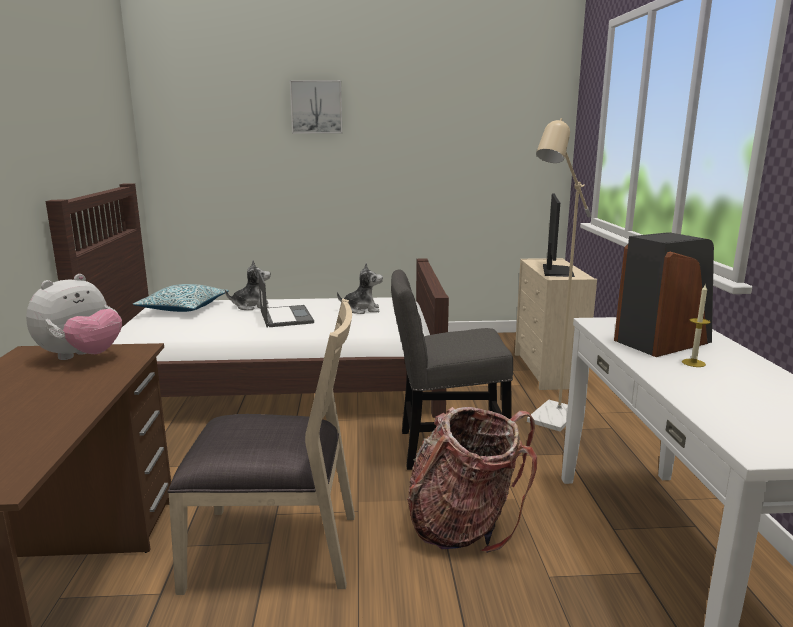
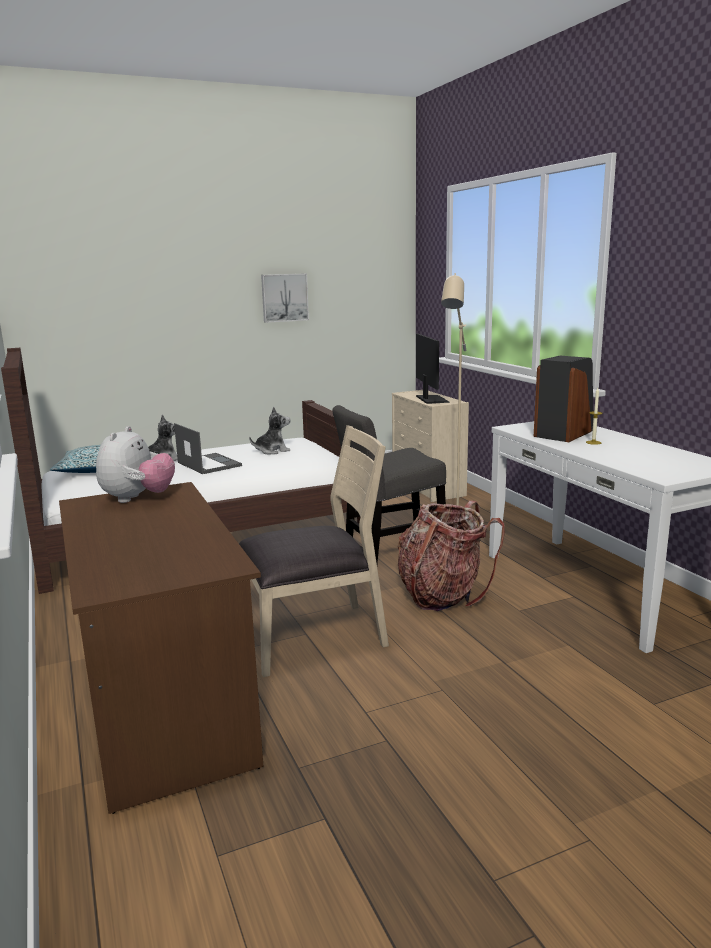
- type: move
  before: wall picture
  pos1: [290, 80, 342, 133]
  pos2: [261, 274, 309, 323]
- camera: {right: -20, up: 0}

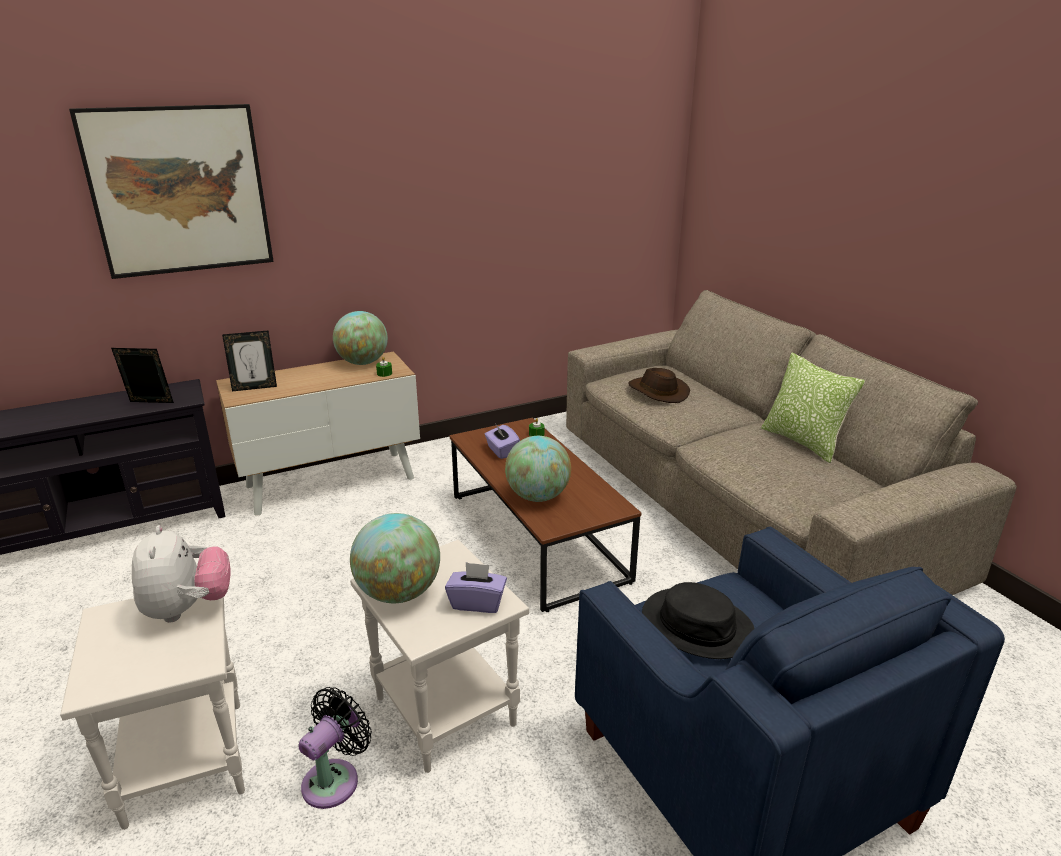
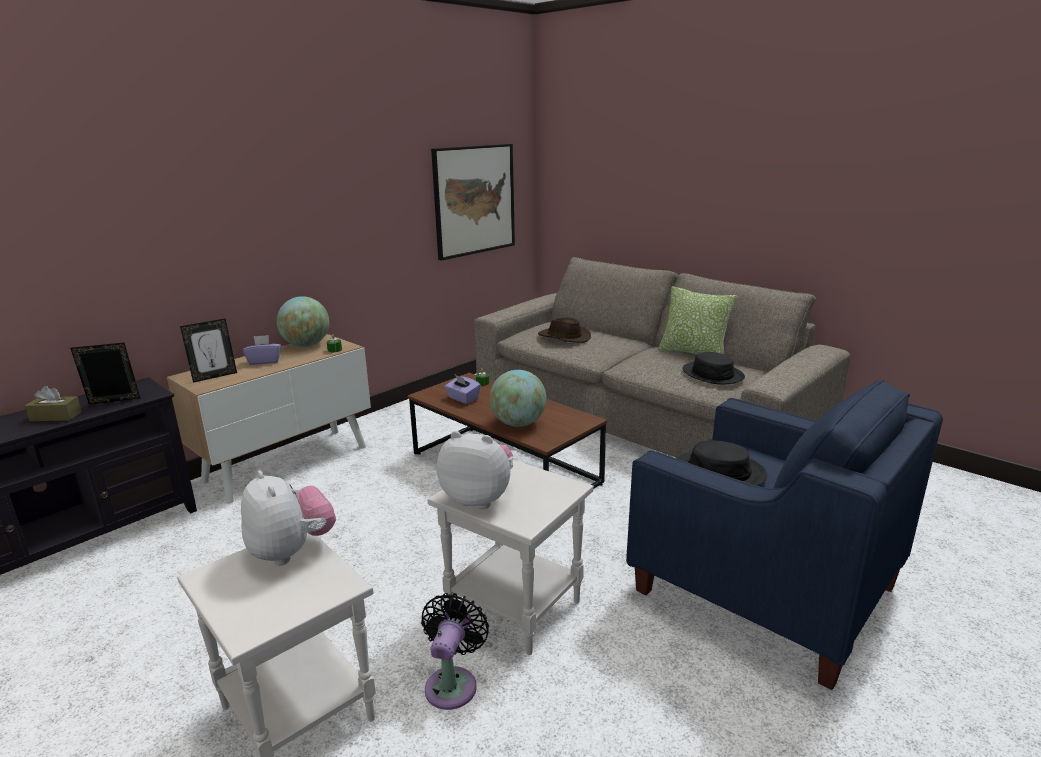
- type: move
  before: wall picture
  pos1: [69, 104, 274, 279]
  pos2: [431, 144, 515, 261]
- type: replace
  before: desk globe
  after: plush toy
  pos1: [350, 513, 440, 603]
  pos2: [437, 431, 513, 509]
- type: move
  before: purplish tissue box
  pos1: [445, 562, 507, 613]
  pos2: [243, 335, 281, 365]
- type: insert
  after: black-coloured wearable hat
  pos2: [682, 352, 745, 385]
- type: insert
  after: brown tissue box
  pos2: [25, 386, 82, 422]
- camera: {right: -20, up: -5}

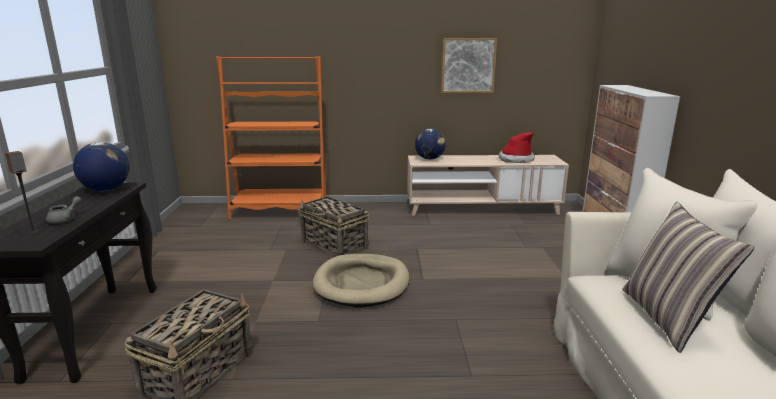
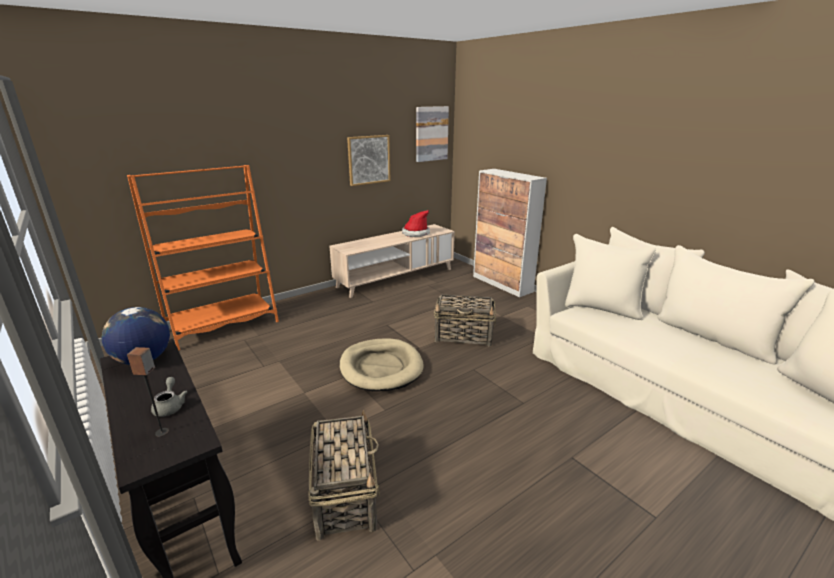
- type: delete
  before: desk globe
  pos1: [415, 129, 446, 160]
- type: move
  before: basket
  pos1: [298, 196, 369, 256]
  pos2: [434, 294, 496, 347]
- type: delete
  before: throw pillow
  pos1: [623, 202, 754, 353]
- type: insert
  after: wall picture
  pos2: [416, 106, 449, 162]
- camera: {right: -35, up: 5}

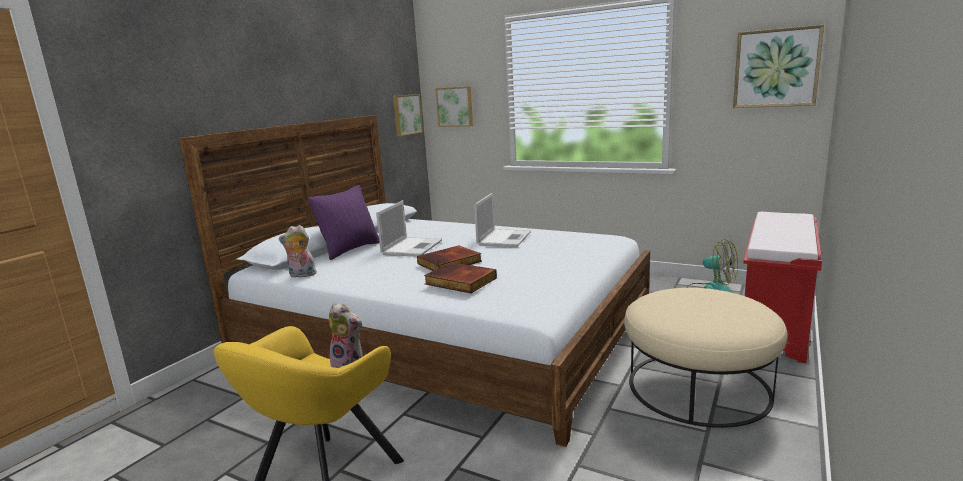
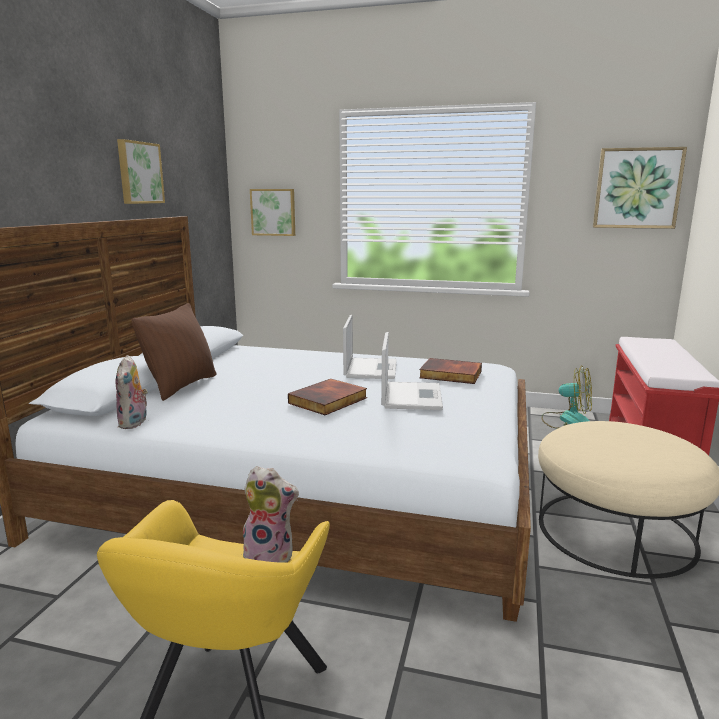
- type: move
  before: wall picture
  pos1: [393, 94, 423, 136]
  pos2: [117, 139, 165, 204]
- type: recolor
  before: purplish throw pillow
  after: brown throw pillow
  pos1: [308, 185, 379, 260]
  pos2: [131, 303, 217, 401]
- type: move
  before: portable computer
  pos1: [376, 200, 442, 257]
  pos2: [381, 332, 443, 410]
- type: rotate
  before: plush toy
  pos1: [279, 225, 317, 277]
  pos2: [115, 355, 148, 429]
  turn: -75
- type: move
  before: bound book
  pos1: [424, 262, 497, 293]
  pos2: [419, 358, 482, 384]
- camera: {right: -15, up: 0}

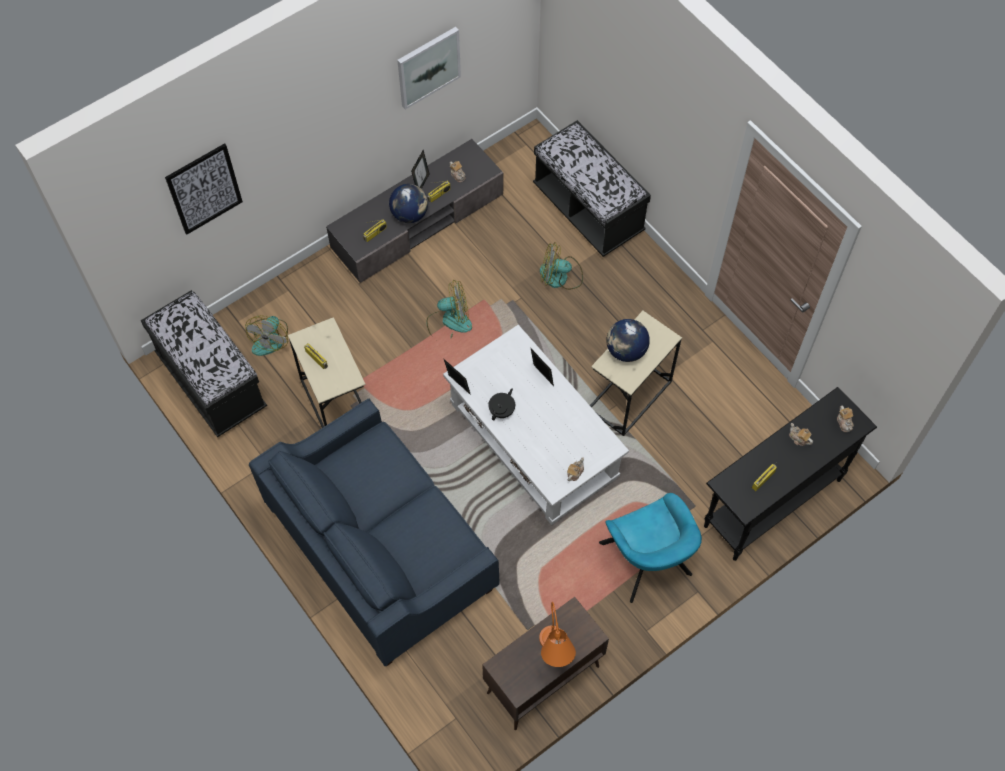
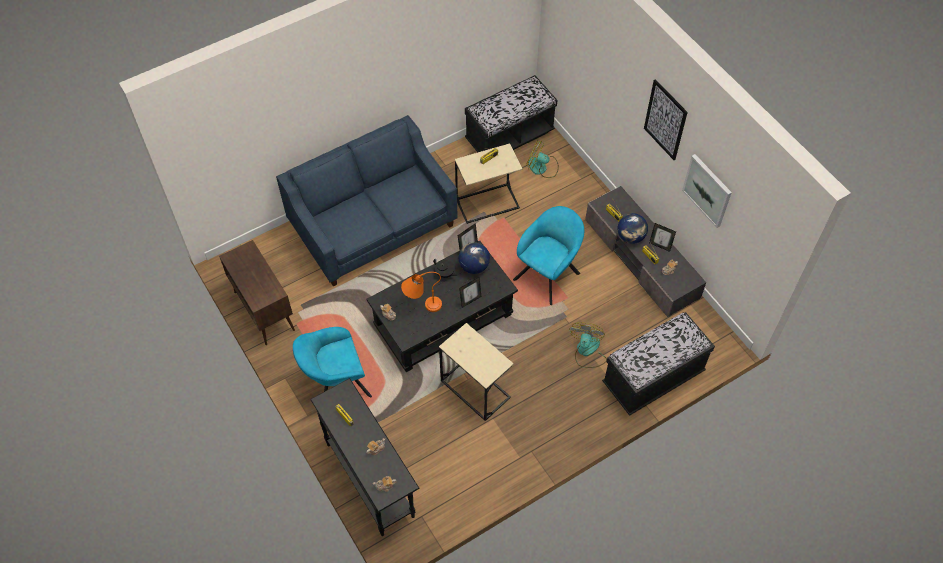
- type: move
  before: wall picture
  pos1: [165, 143, 243, 235]
  pos2: [644, 79, 688, 160]
- type: replace
  before: fan
  after: blue-green easy chair
  pos1: [426, 280, 472, 340]
  pos2: [513, 206, 584, 305]
- type: move
  before: desk globe
  pos1: [606, 319, 650, 362]
  pos2: [459, 242, 490, 274]
- type: recolor
  before: white coffee table
  after: black-coloured coffee table
  pos1: [443, 325, 629, 525]
  pos2: [367, 240, 518, 372]
- type: move
  before: orange tabletop lamp
  pos1: [539, 602, 576, 667]
  pos2: [401, 272, 442, 312]
- camera: {right: 95, up: -5}

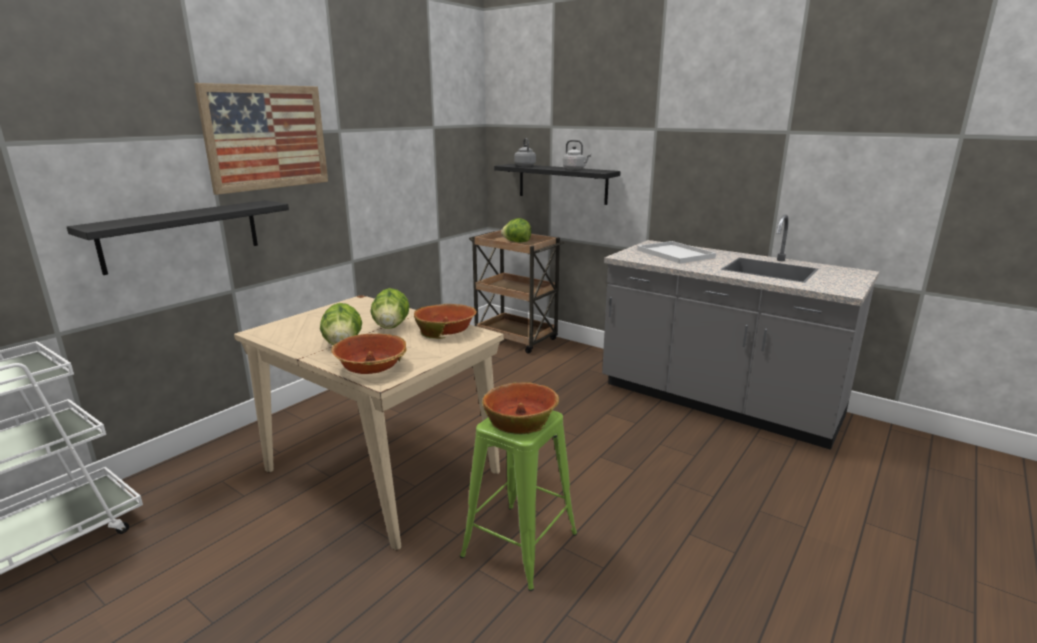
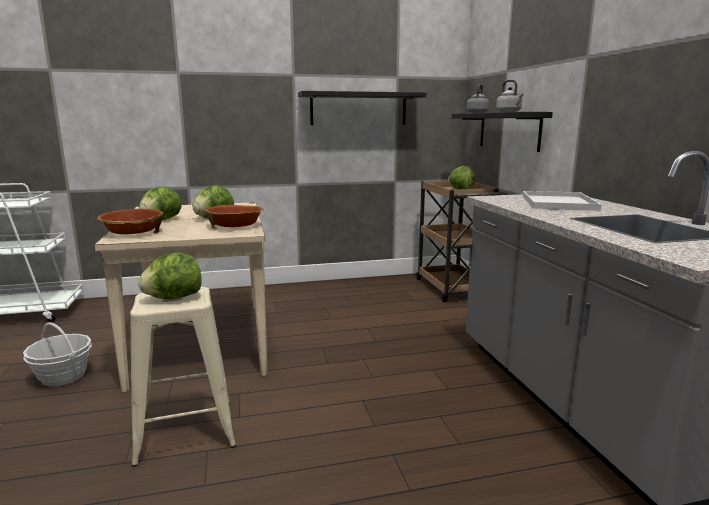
- type: delete
  before: wall picture
  pos1: [194, 83, 328, 195]
- type: move
  before: black-coloured shelf
  pos1: [67, 200, 289, 275]
  pos2: [298, 91, 426, 125]
- type: replace
  before: serving bowl
  after: head of lettuce
  pos1: [482, 382, 559, 435]
  pos2: [138, 253, 202, 299]
- type: recolor
  before: green-coloured stool
  after: beige stool
  pos1: [460, 411, 578, 591]
  pos2: [130, 287, 236, 467]
- type: insert
  after: basket
  pos2: [23, 322, 92, 386]
- camera: {right: 40, up: -5}

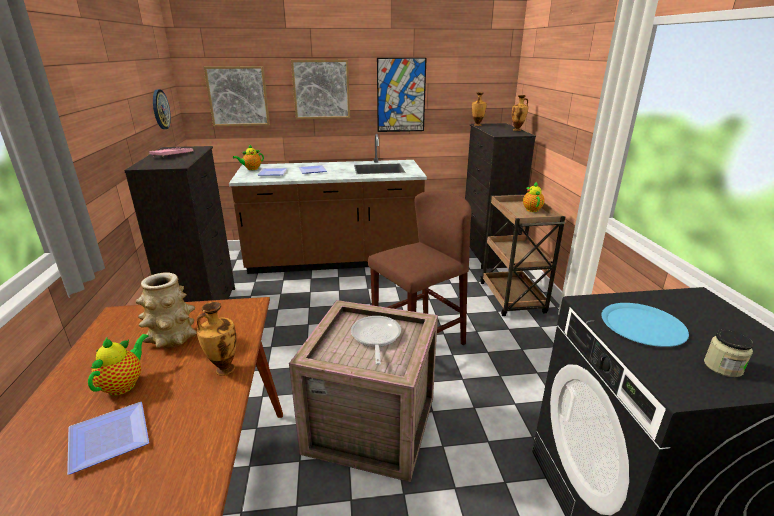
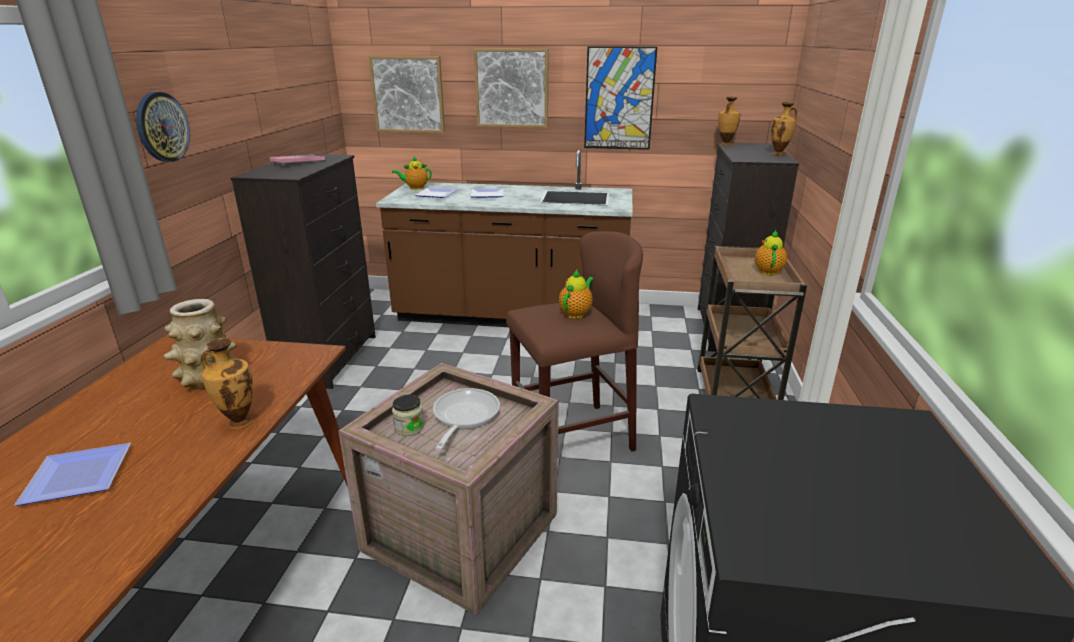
- type: move
  before: hanging clock
  pos1: [153, 89, 171, 129]
  pos2: [136, 92, 190, 162]
- type: delete
  before: bluish flat dish
  pos1: [601, 303, 689, 347]
- type: move
  before: preserve jar
  pos1: [704, 330, 753, 377]
  pos2: [392, 395, 424, 436]
- type: move
  before: tea pot
  pos1: [88, 334, 149, 396]
  pos2: [559, 270, 593, 318]
- camera: {right: 15, up: 0}

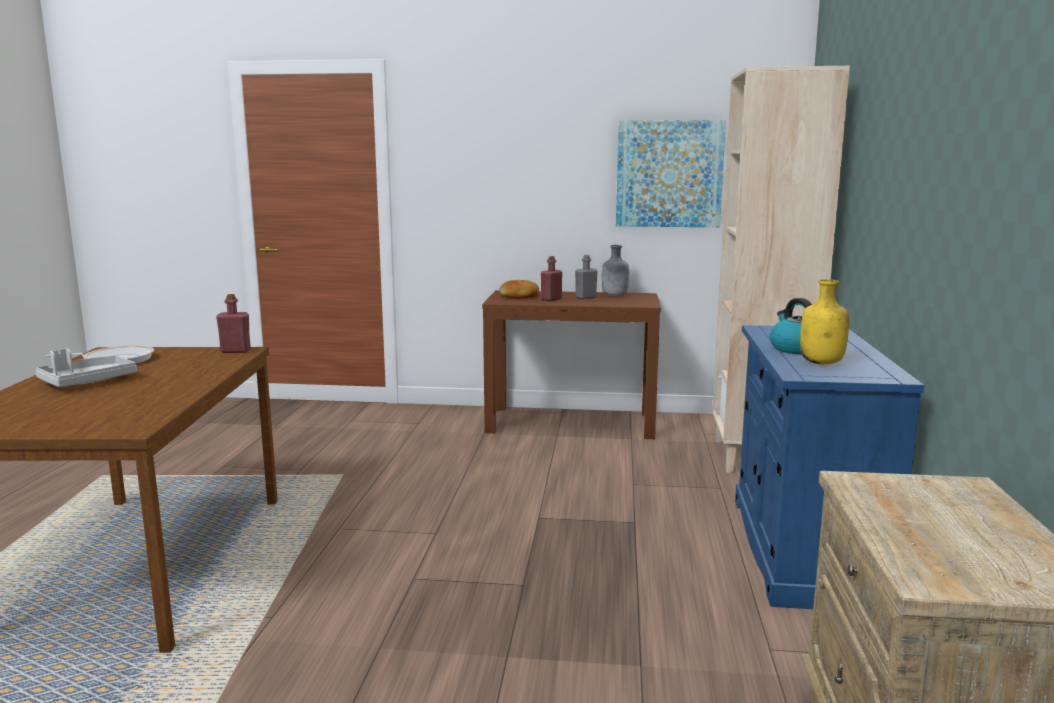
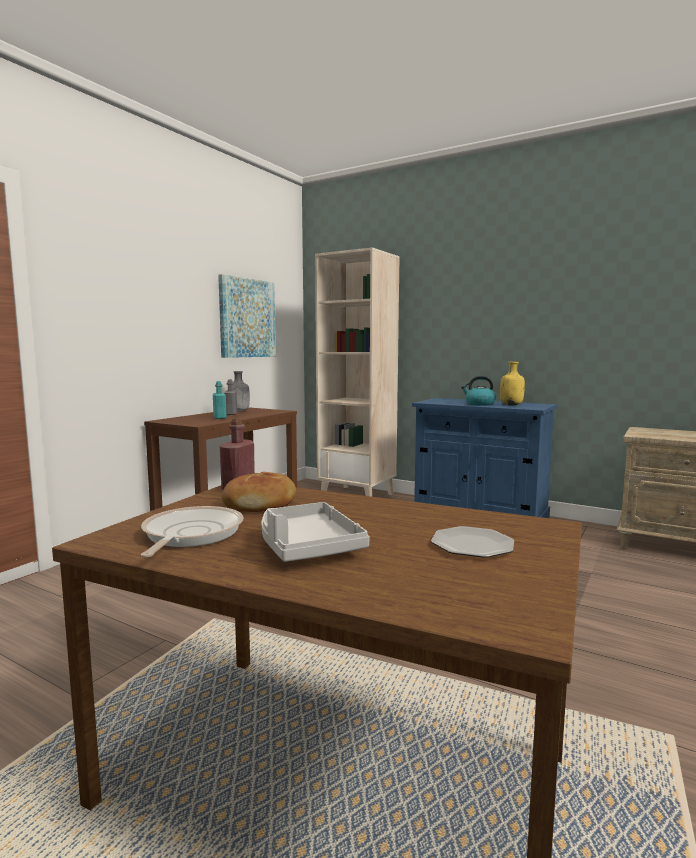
- type: recolor
  before: red-coloured drink bottle
  after: blue-green drink bottle
  pos1: [541, 256, 562, 301]
  pos2: [213, 381, 227, 419]
- type: move
  before: baked bread
  pos1: [499, 280, 539, 298]
  pos2: [222, 472, 296, 512]
- type: insert
  after: flat dish
  pos2: [431, 526, 514, 558]
- camera: {right: -65, up: -5}

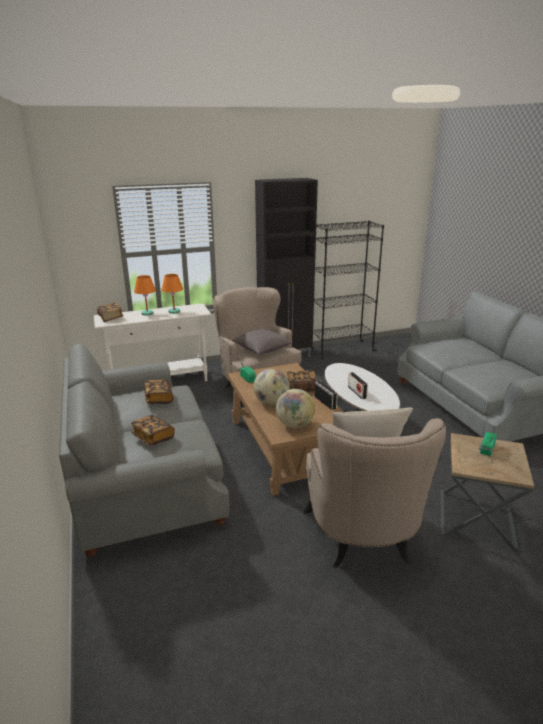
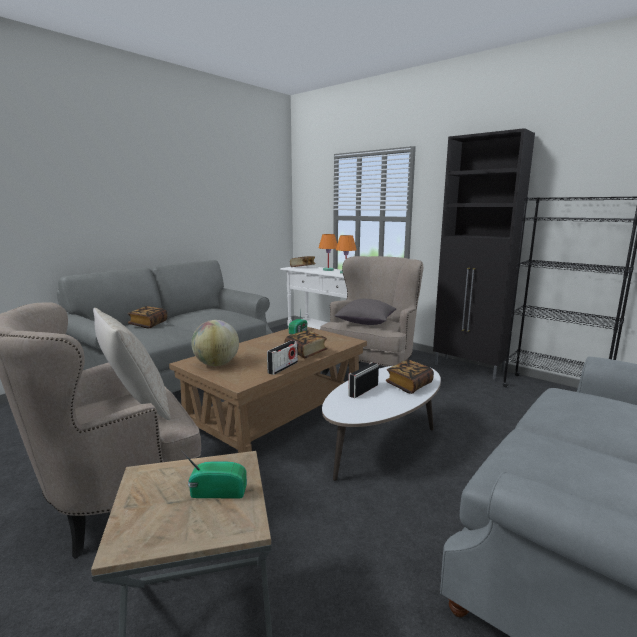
- type: delete
  before: desk globe
  pos1: [253, 369, 290, 405]
- type: move
  before: bound book
  pos1: [144, 380, 173, 404]
  pos2: [386, 360, 434, 394]
- camera: {right: 60, up: -10}

